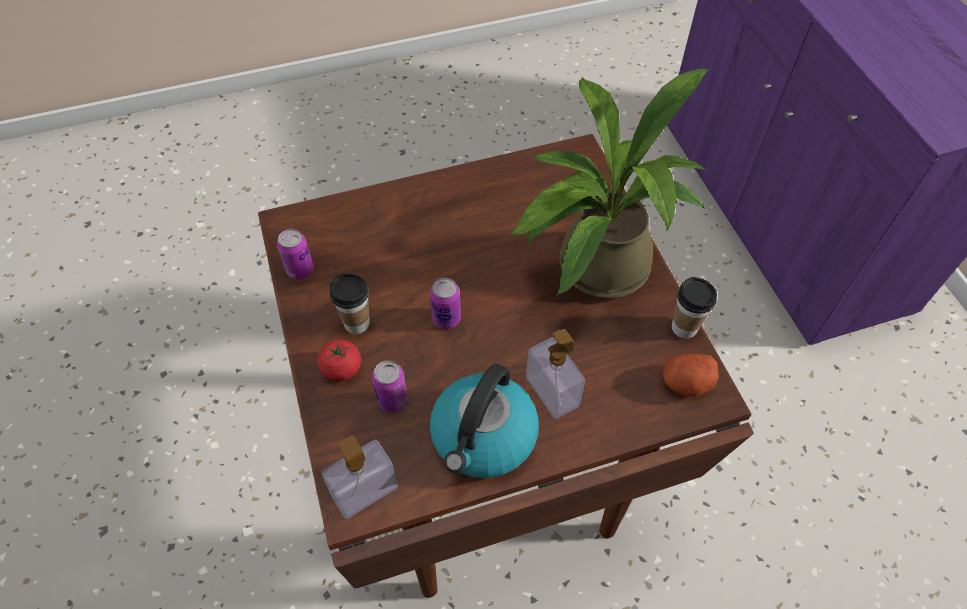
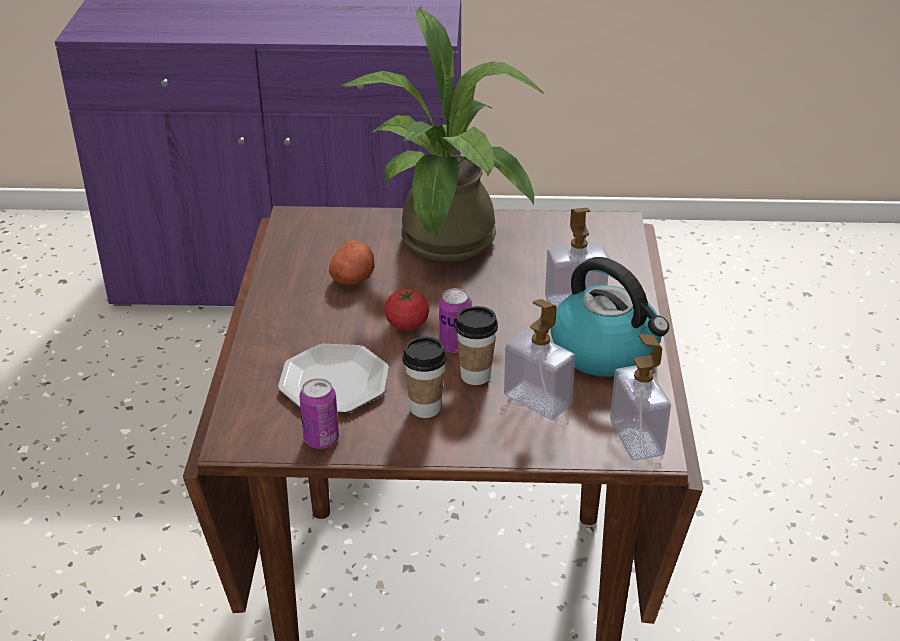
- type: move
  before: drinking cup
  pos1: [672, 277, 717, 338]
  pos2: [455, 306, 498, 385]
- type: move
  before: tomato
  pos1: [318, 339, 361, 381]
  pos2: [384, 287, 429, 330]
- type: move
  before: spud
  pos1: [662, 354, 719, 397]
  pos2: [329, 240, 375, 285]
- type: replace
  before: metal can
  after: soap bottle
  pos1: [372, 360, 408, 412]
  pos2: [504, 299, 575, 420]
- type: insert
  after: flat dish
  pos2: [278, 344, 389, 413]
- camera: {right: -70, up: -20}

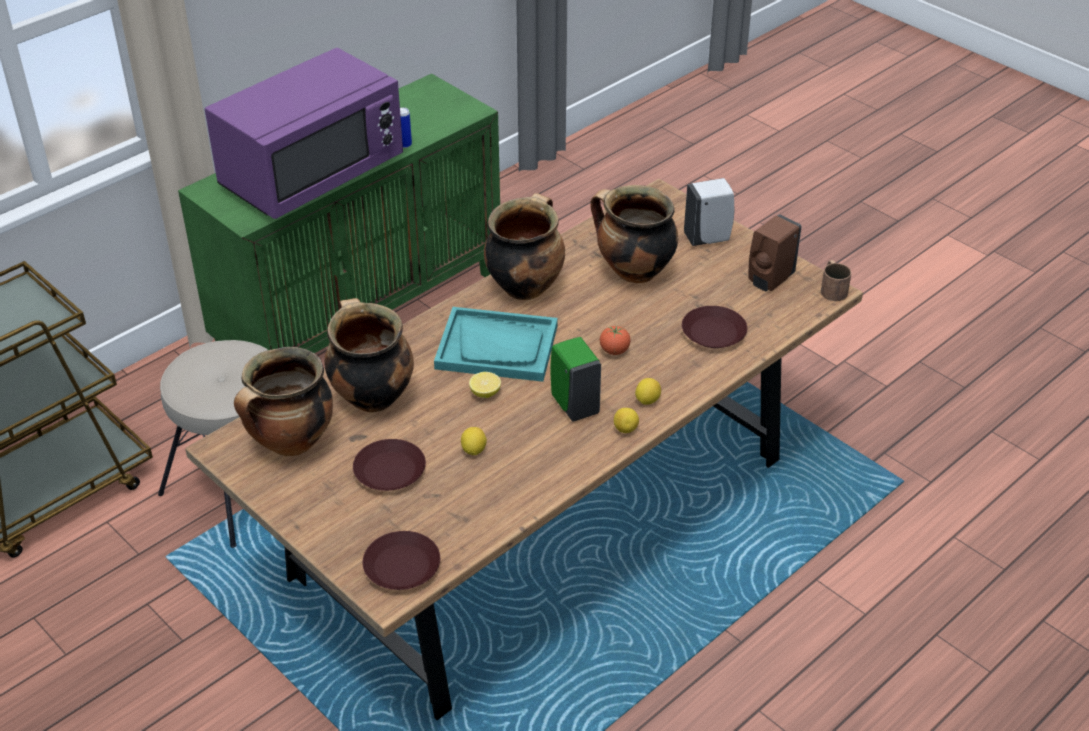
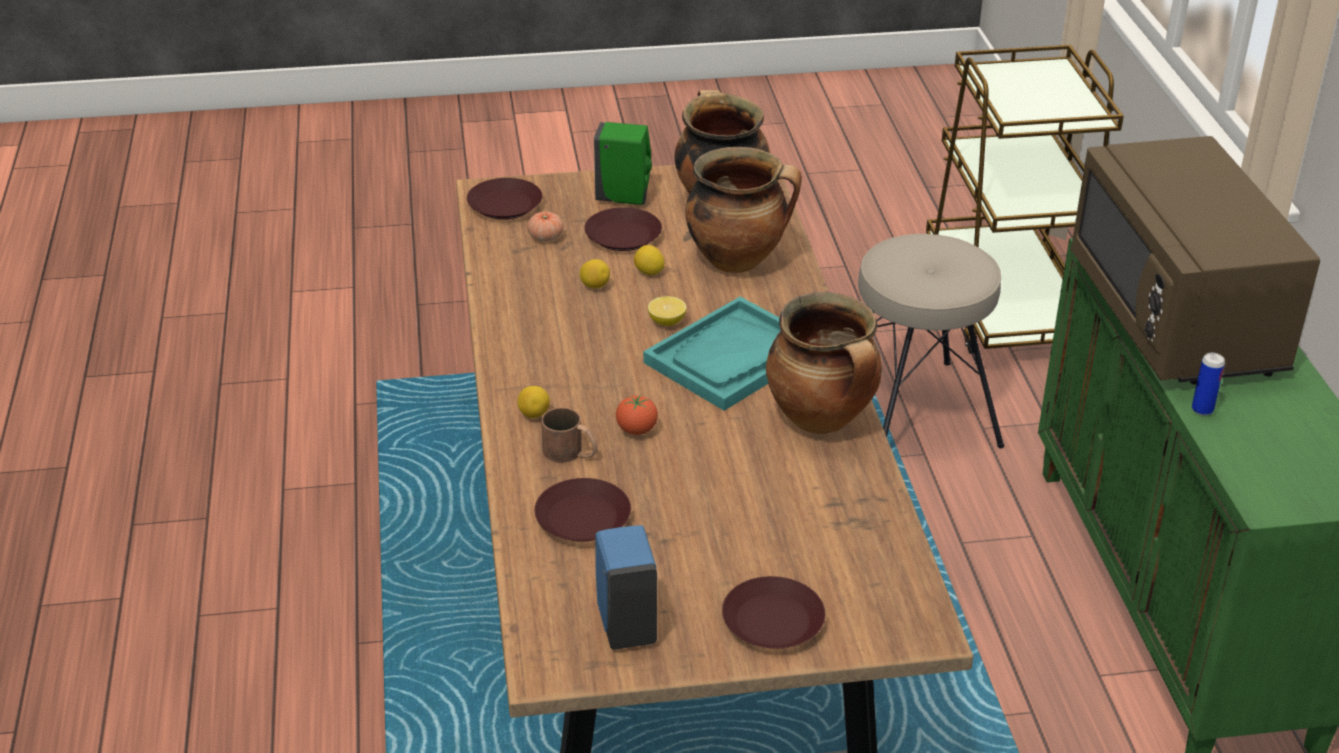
- type: recolor
  before: purplish microwave
  after: brown microwave
  pos1: [205, 48, 403, 219]
  pos2: [1071, 136, 1320, 384]
- type: replace
  before: white soap bottle
  after: brown flat dish
  pos1: [684, 178, 734, 246]
  pos2: [722, 576, 825, 648]
- type: delete
  before: cooking pot
  pos1: [590, 185, 678, 283]
- type: recolor
  before: brown soap bottle
  after: bluish soap bottle
  pos1: [749, 214, 801, 291]
  pos2: [595, 525, 657, 650]
- type: move
  before: brown coffee mug
  pos1: [821, 260, 851, 301]
  pos2: [541, 407, 598, 463]
- type: move
  before: green-coloured soap bottle
  pos1: [551, 337, 601, 422]
  pos2: [594, 122, 652, 205]
- type: move
  before: whole lemon
  pos1: [614, 408, 639, 433]
  pos2: [634, 245, 665, 275]
- type: insert
  after: tomato
  pos2: [527, 211, 564, 242]
- camera: {right: 125, up: -5}

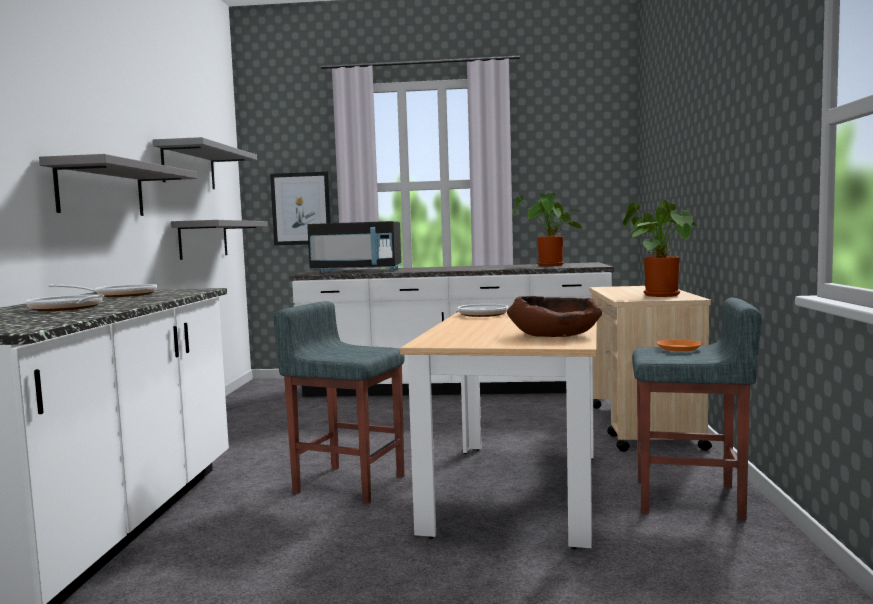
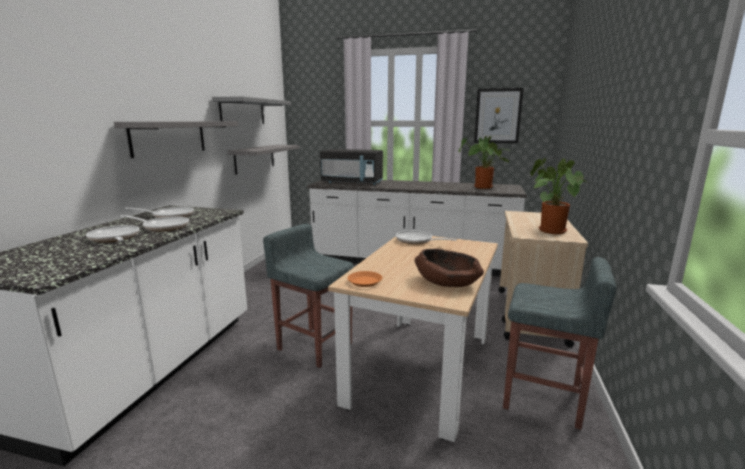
- type: move
  before: wall picture
  pos1: [270, 172, 331, 245]
  pos2: [474, 88, 524, 144]
- type: move
  before: orange flat dish
  pos1: [657, 340, 702, 352]
  pos2: [347, 271, 382, 287]
- type: insert
  after: frying pan
  pos2: [120, 215, 189, 232]
- camera: {right: 10, up: 10}

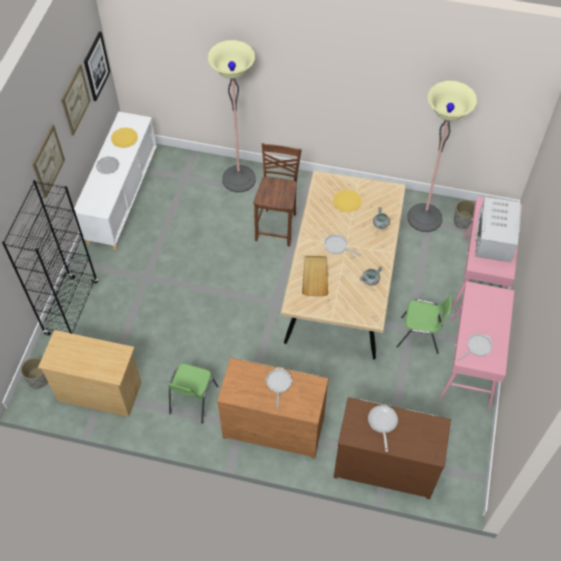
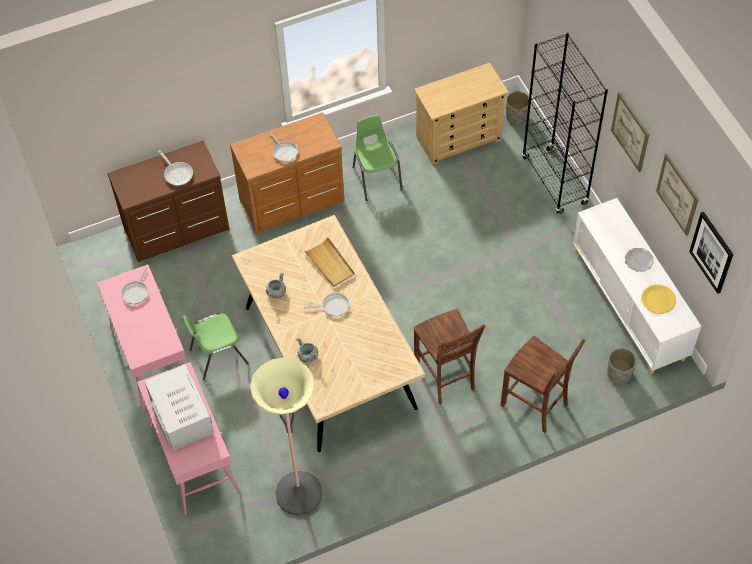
- type: replace
  before: floor lamp
  after: brown upright chair
  pos1: [208, 40, 256, 193]
  pos2: [501, 336, 585, 433]
- type: delete
  before: yellow flat dish
  pos1: [333, 190, 362, 212]
- type: move
  before: grey flower pot
  pos1: [454, 200, 475, 229]
  pos2: [607, 348, 637, 384]
- camera: {right: 145, up: 0}

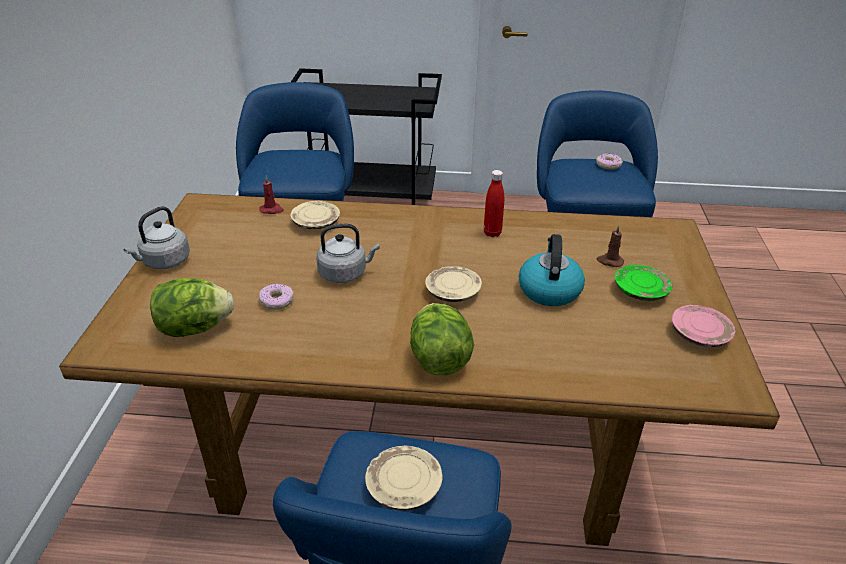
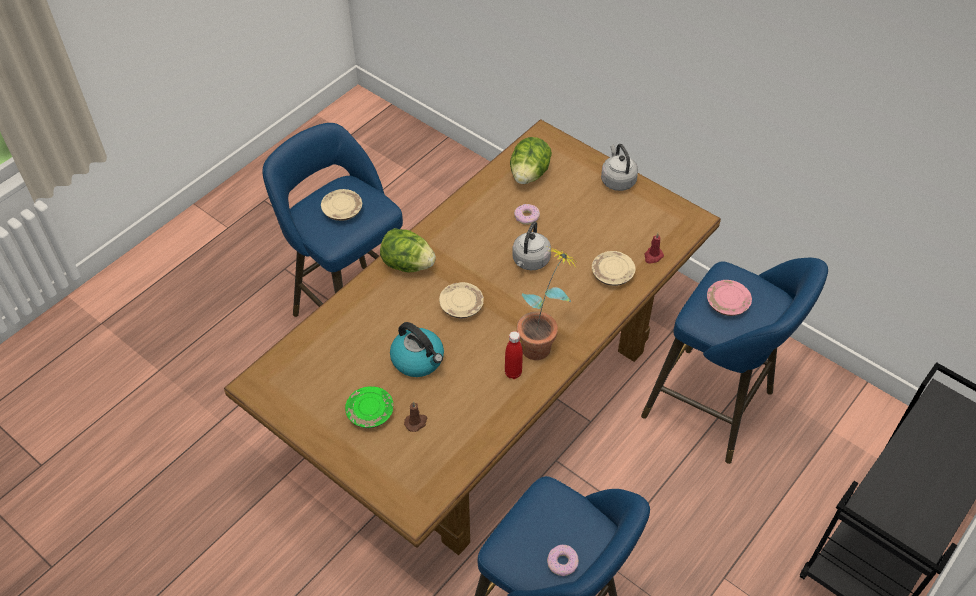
- type: move
  before: pinkish flat dish
  pos1: [672, 305, 735, 348]
  pos2: [707, 280, 752, 316]
- type: insert
  after: potted plant
  pos2: [517, 247, 578, 360]
- camera: {right: 125, up: 15}

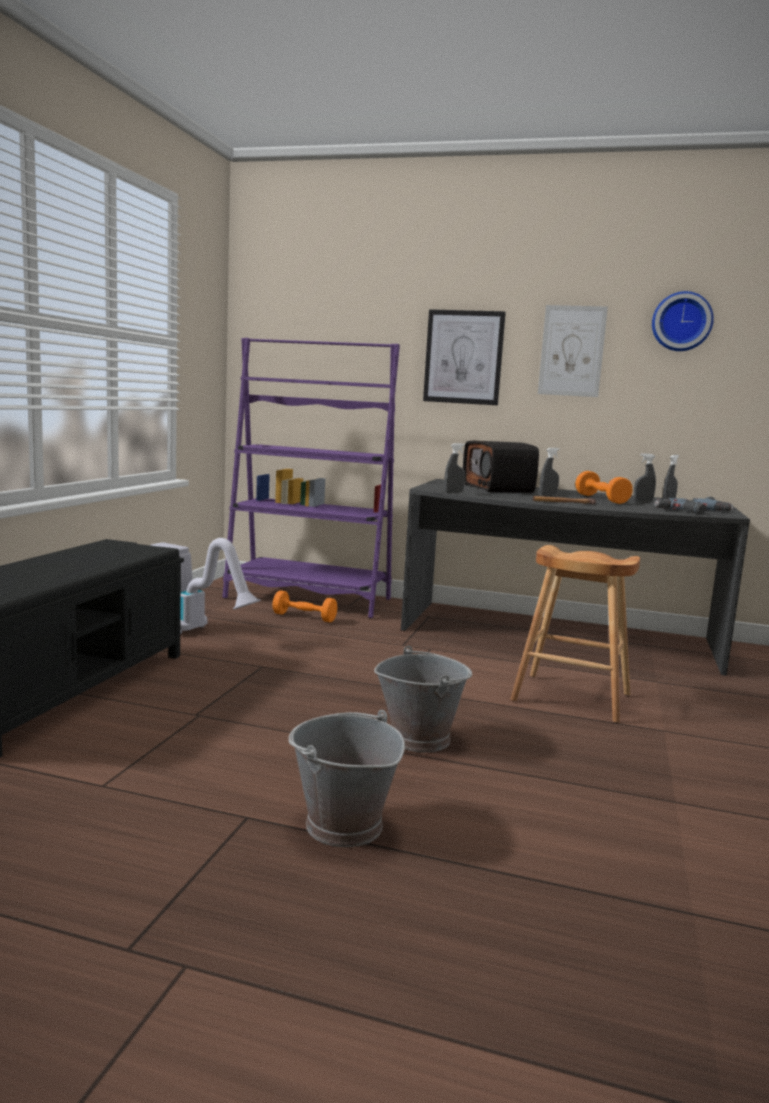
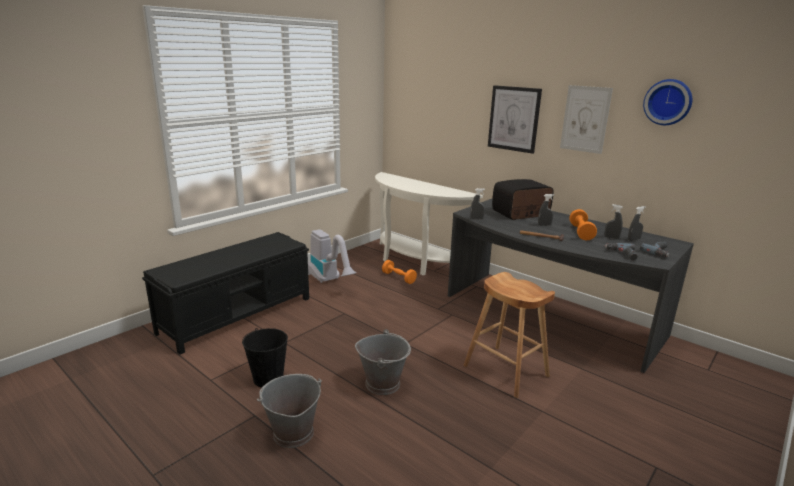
- type: replace
  before: purplish shelving unit
  after: white narrow table
  pos1: [222, 338, 400, 618]
  pos2: [375, 172, 483, 275]
- type: rotate
  before: radio set
  pos1: [463, 441, 539, 493]
  pos2: [492, 179, 553, 220]
  turn: 60
- type: insert
  after: black-coloured pail
  pos2: [242, 328, 288, 387]
- camera: {right: 25, up: 10}

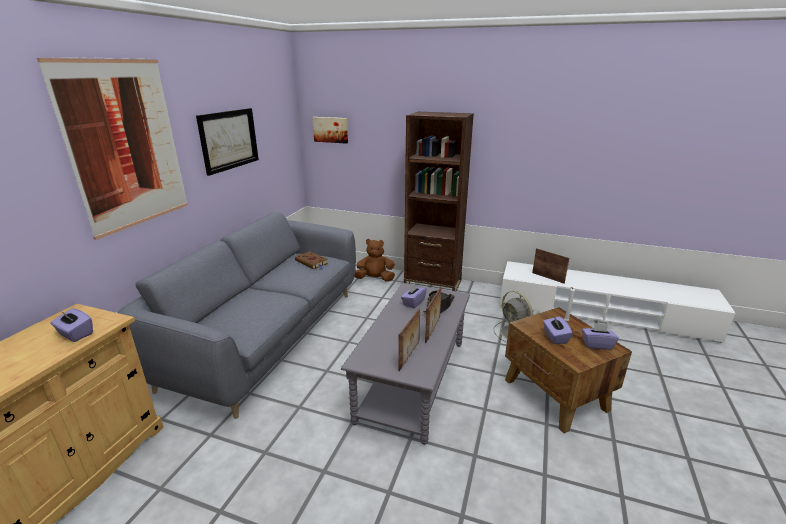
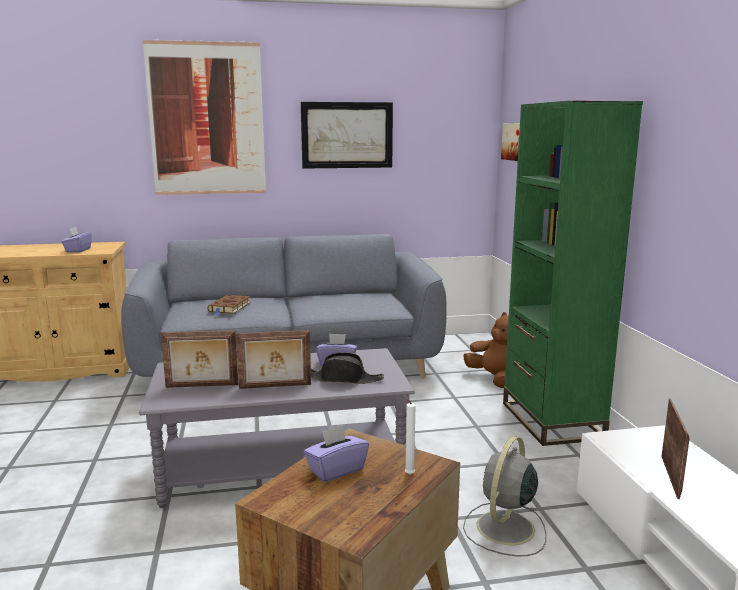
- type: recolor
  before: brown shelving unit
  after: green-coloured shelving unit
  pos1: [404, 112, 474, 291]
  pos2: [503, 101, 643, 446]
- type: move
  before: brown bound book
  pos1: [295, 251, 328, 269]
  pos2: [208, 295, 251, 316]
- type: delete
  before: purplish tissue box
  pos1: [582, 323, 619, 350]
- camera: {right: 60, up: -10}

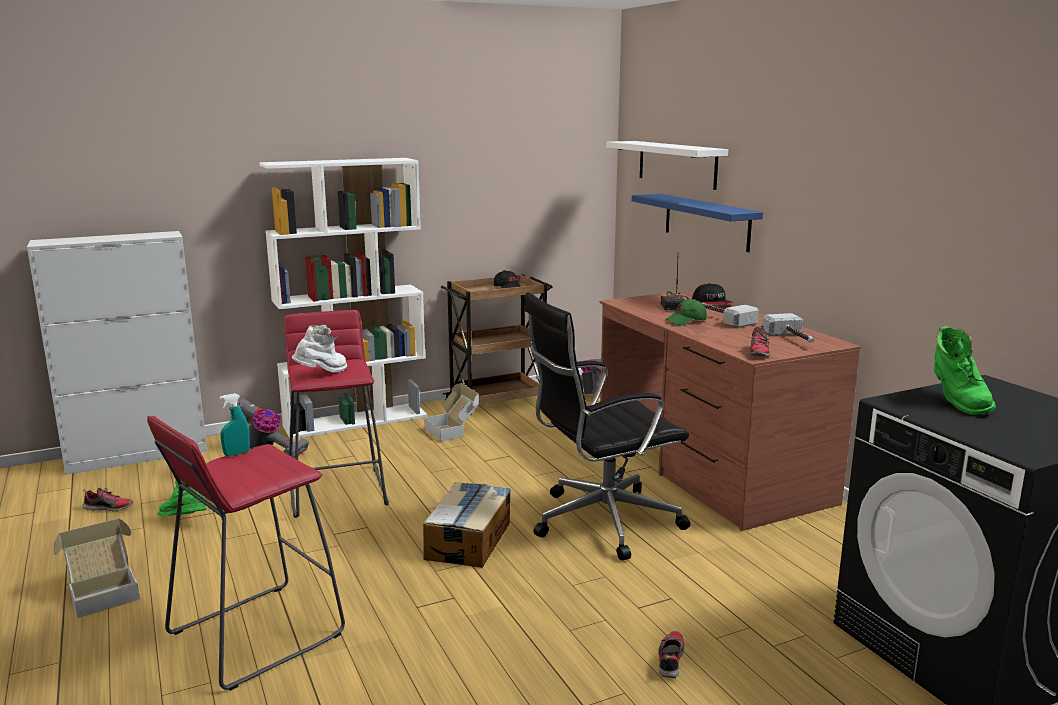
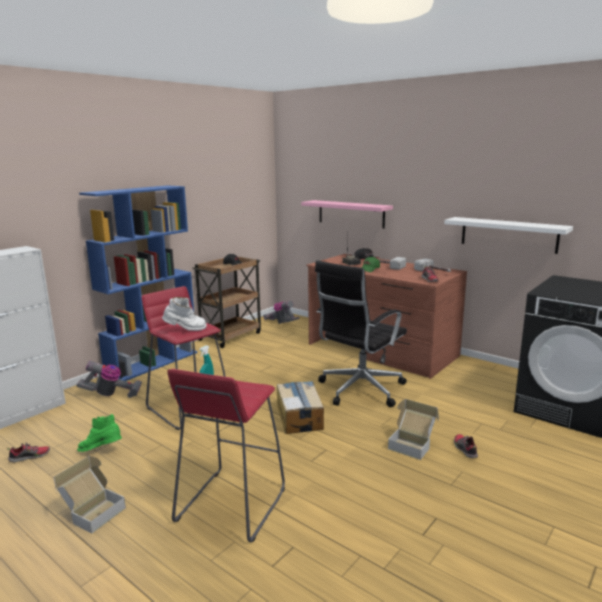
- type: move
  before: white shelf
  pos1: [606, 141, 728, 190]
  pos2: [444, 217, 573, 254]
- type: recolor
  before: white shelving unit
  after: bluish shelving unit
  pos1: [259, 158, 428, 439]
  pos2: [79, 185, 197, 381]
- type: recolor
  before: bluish shelf
  after: pinkish shelf
  pos1: [632, 194, 763, 252]
  pos2: [301, 200, 393, 229]
- type: rotate
  before: white tall boot
  pos1: [292, 324, 347, 372]
  pos2: [162, 297, 207, 331]
  turn: 60
- type: delete
  before: green-coloured tall boot
  pos1: [934, 326, 996, 415]
- type: move
  before: packing box
  pos1: [424, 383, 479, 442]
  pos2: [388, 399, 439, 460]
- camera: {right: -25, up: 0}

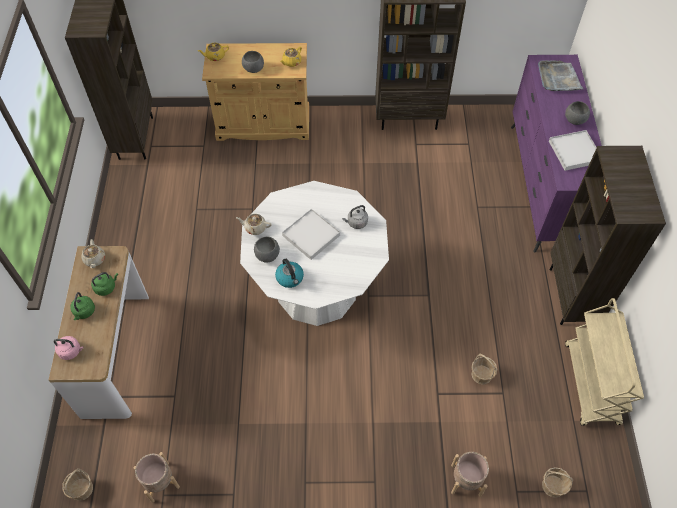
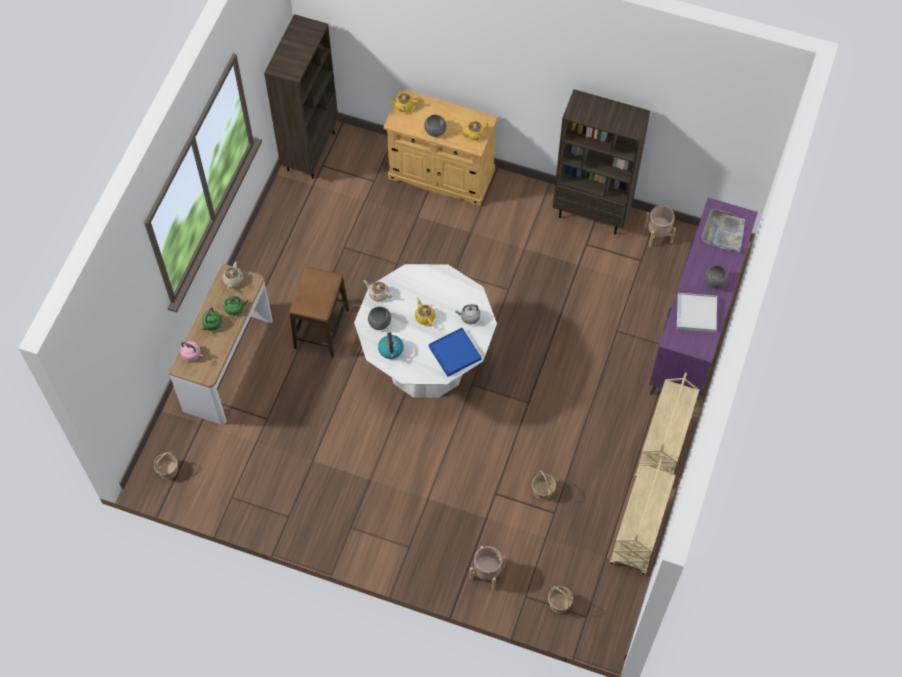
- type: replace
  before: brown shelving unit
  after: beige wheeled cart
  pos1: [550, 146, 666, 325]
  pos2: [635, 373, 699, 477]
- type: replace
  before: white tray
  after: yellow tea pot
  pos1: [282, 209, 340, 260]
  pos2: [415, 297, 436, 326]
- type: move
  before: beige flower pot
  pos1: [133, 452, 180, 503]
  pos2: [644, 205, 676, 247]
- type: insert
  after: stool
  pos2: [289, 267, 349, 358]
- type: insert
  after: bluish tray
  pos2: [429, 328, 481, 377]
- camera: {right: 20, up: 5}

